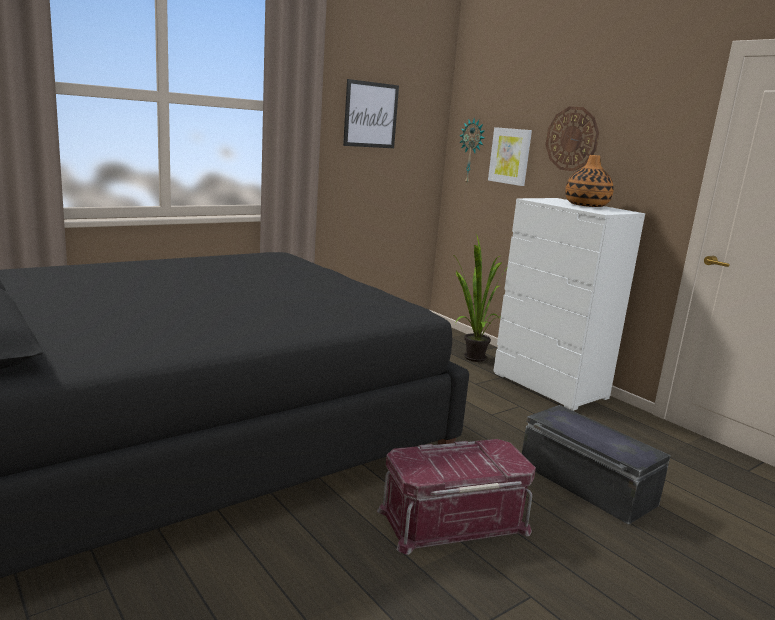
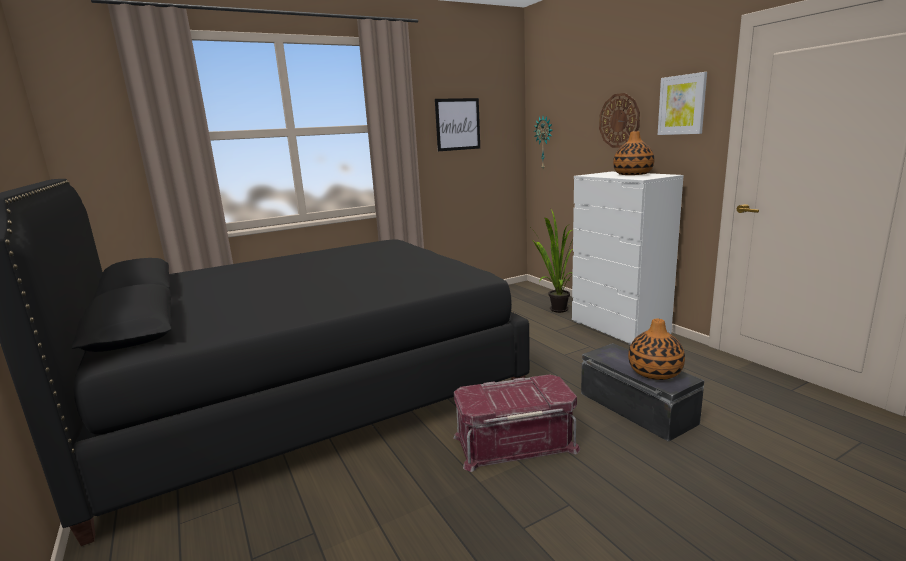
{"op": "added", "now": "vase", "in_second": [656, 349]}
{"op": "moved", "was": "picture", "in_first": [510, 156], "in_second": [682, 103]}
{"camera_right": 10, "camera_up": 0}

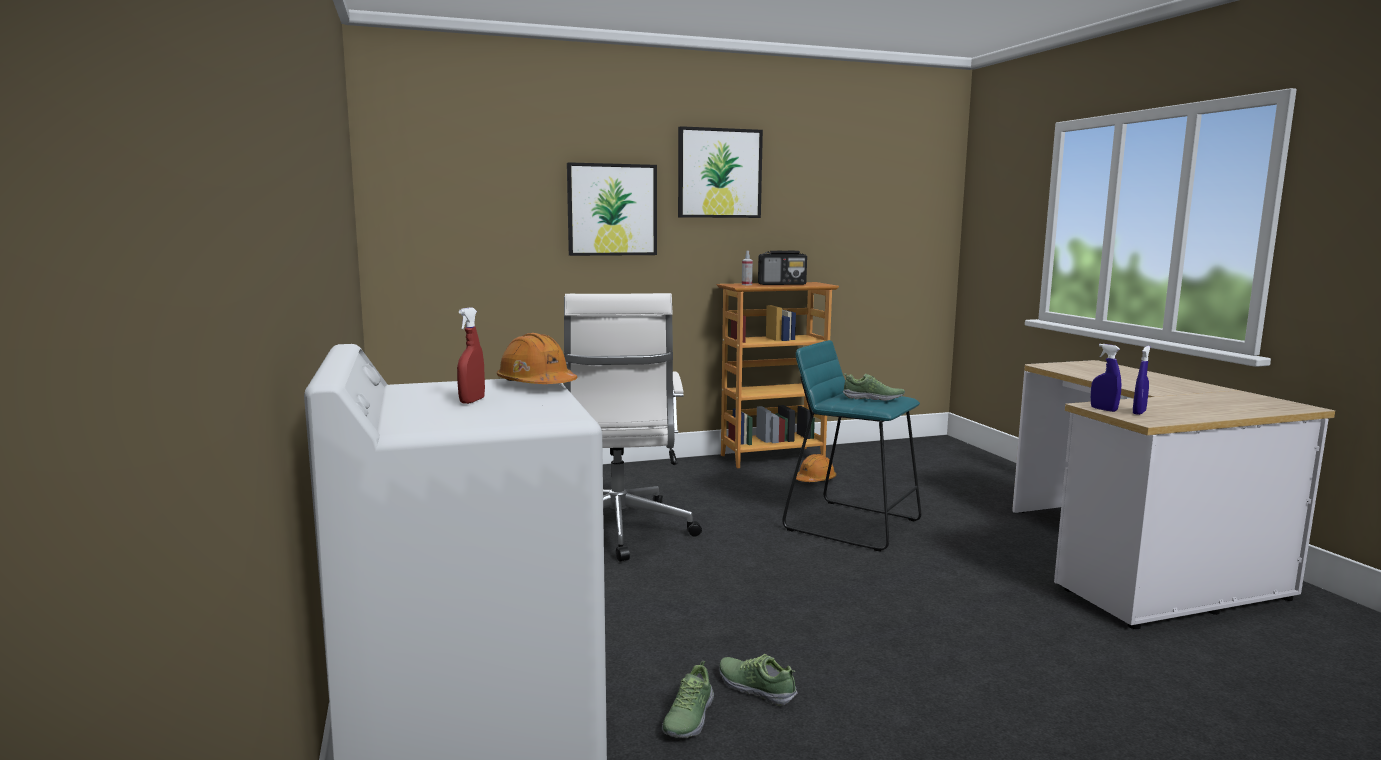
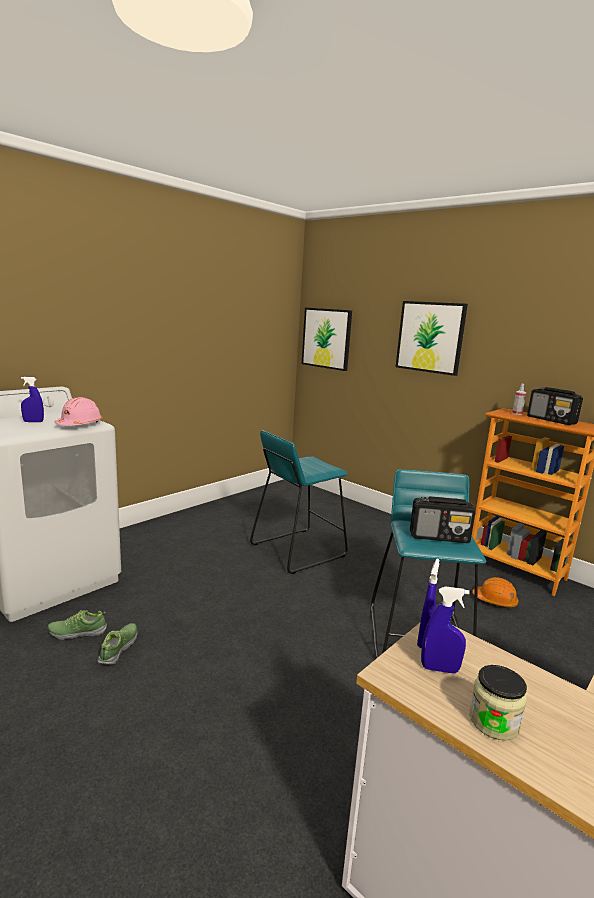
{"op": "added", "now": "jar", "in_second": [498, 703]}
{"op": "moved", "was": "picture", "in_first": [720, 172], "in_second": [327, 339]}
{"op": "replaced", "was": "white_office_chair", "now": "turquoise_stool", "in_first": [632, 427], "in_second": [299, 502]}
{"op": "replaced", "was": "shoe", "now": "radio", "in_first": [874, 387], "in_second": [442, 519]}
{"op": "recoloured", "was": "red_spray_bottle", "now": "blue_spray_bottle", "in_first": [471, 355], "in_second": [32, 399]}
{"op": "recoloured", "was": "orange_hard_hat", "now": "pink_hard_hat", "in_first": [537, 358], "in_second": [79, 411]}
{"camera_right": 60, "camera_up": 5}

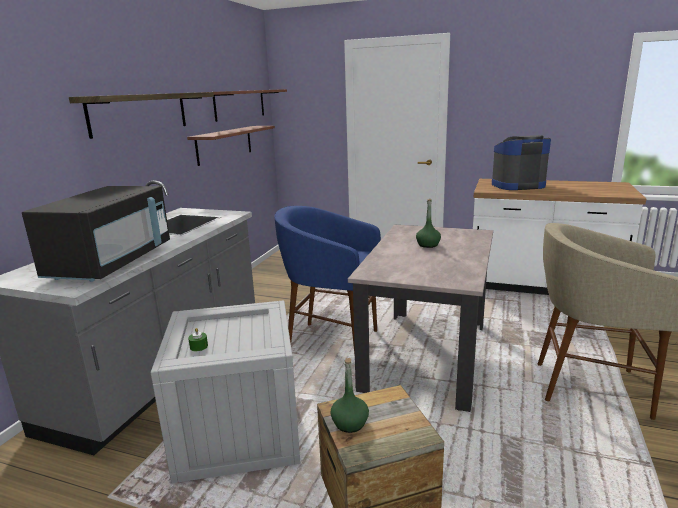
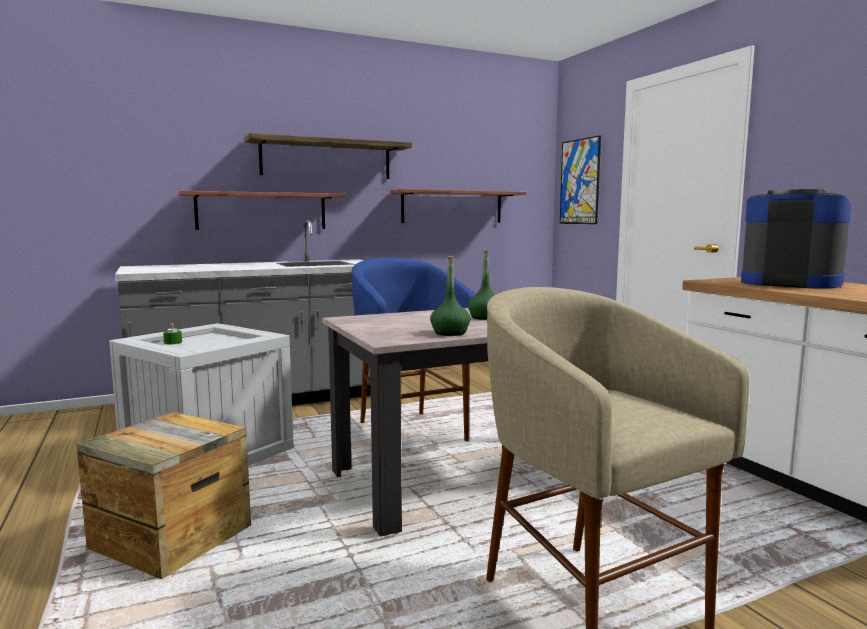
{"op": "removed", "was": "black_microwave", "in_first": [96, 234]}
{"op": "added", "now": "picture", "in_second": [580, 179]}
{"op": "moved", "was": "shelf", "in_first": [250, 105], "in_second": [262, 210]}
{"op": "moved", "was": "green_bottle", "in_first": [349, 395], "in_second": [450, 296]}
{"camera_right": 45, "camera_up": -10}

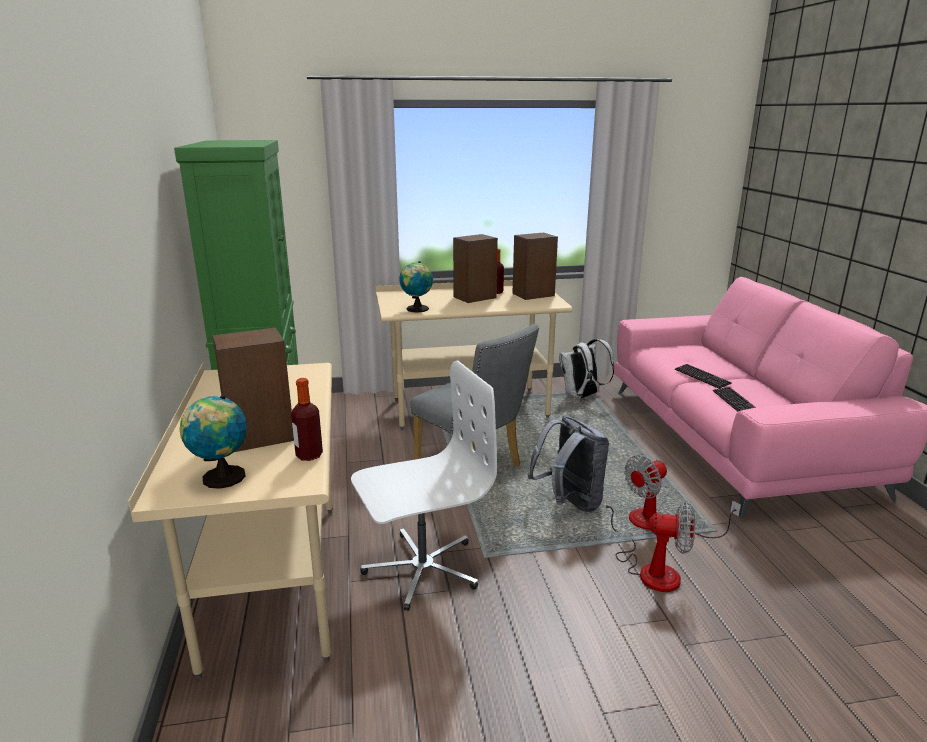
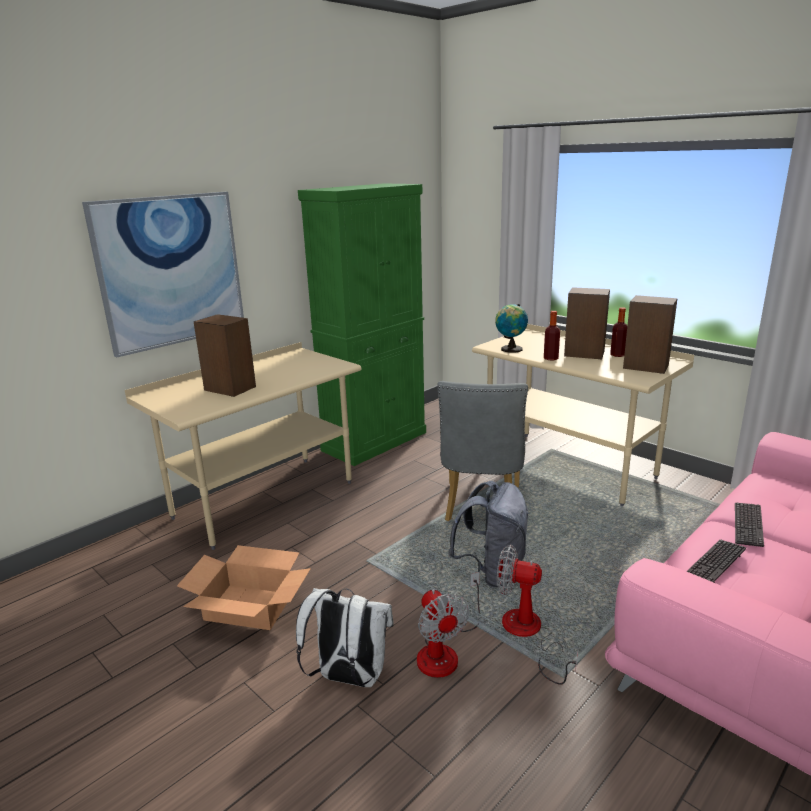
{"op": "removed", "was": "globe", "in_first": [213, 442]}
{"op": "removed", "was": "white_office_chair", "in_first": [424, 485]}
{"op": "added", "now": "picture", "in_second": [163, 274]}
{"op": "added", "now": "cardboard_box", "in_second": [244, 587]}
{"op": "moved", "was": "bottle", "in_first": [307, 419], "in_second": [552, 335]}
{"op": "moved", "was": "white_backpack", "in_first": [586, 369], "in_second": [345, 637]}
{"camera_right": 55, "camera_up": 0}

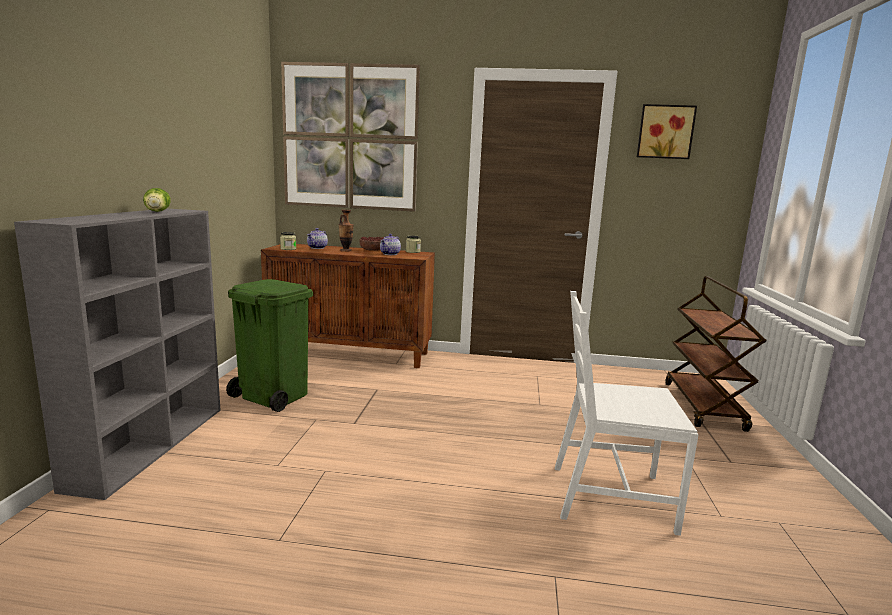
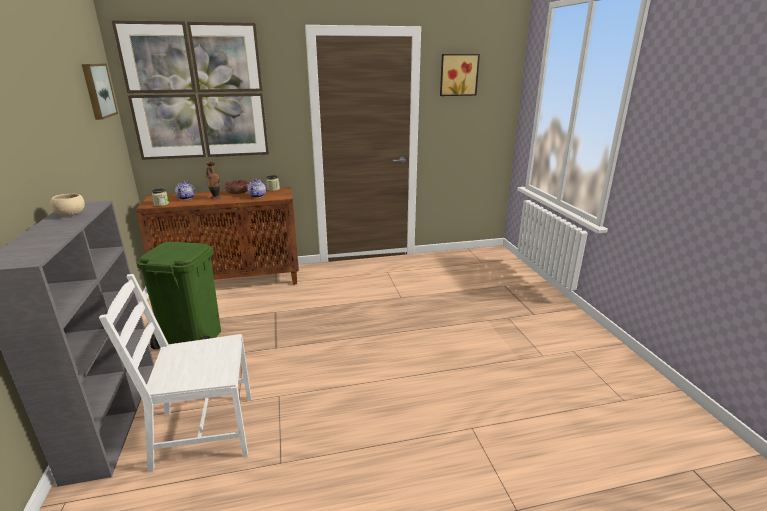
{"op": "removed", "was": "brown_cart", "in_first": [715, 354]}
{"op": "added", "now": "picture", "in_second": [100, 92]}
{"op": "moved", "was": "white_chair", "in_first": [627, 413], "in_second": [175, 373]}
{"op": "replaced", "was": "lettuce", "now": "beige_bowl", "in_first": [157, 200], "in_second": [67, 205]}
{"camera_right": -20, "camera_up": 10}

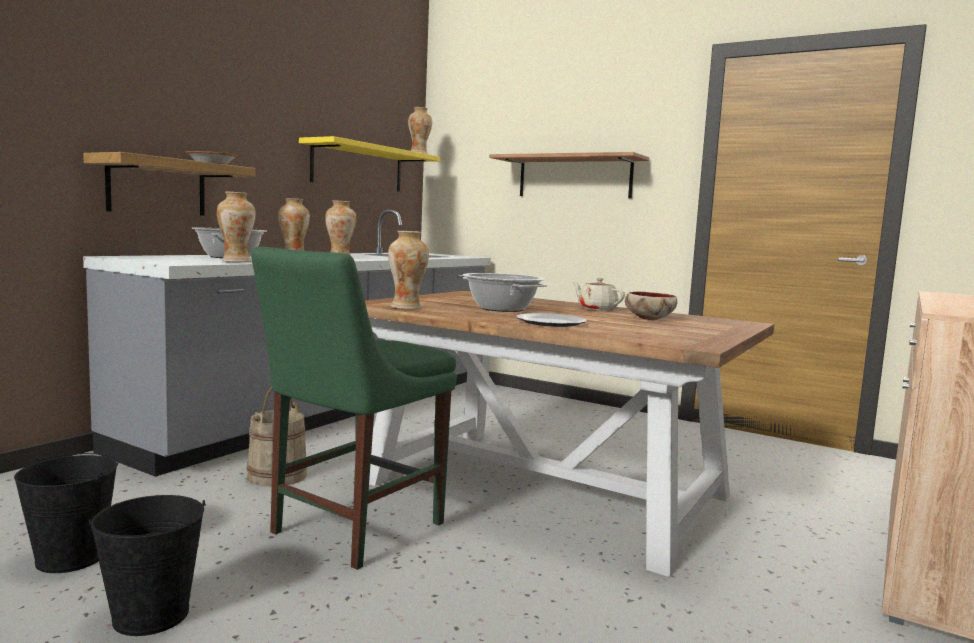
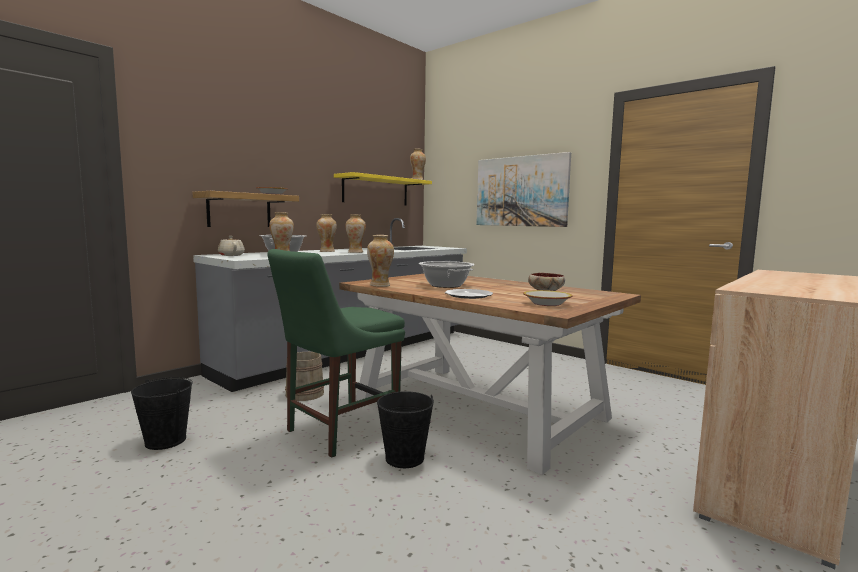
{"op": "added", "now": "bowl", "in_second": [548, 298]}
{"op": "moved", "was": "black_bucket", "in_first": [147, 565], "in_second": [405, 429]}
{"op": "moved", "was": "beige_teapot", "in_first": [599, 294], "in_second": [231, 246]}
{"op": "replaced", "was": "shelf", "now": "picture", "in_first": [569, 175], "in_second": [523, 189]}
{"camera_right": 10, "camera_up": 0}

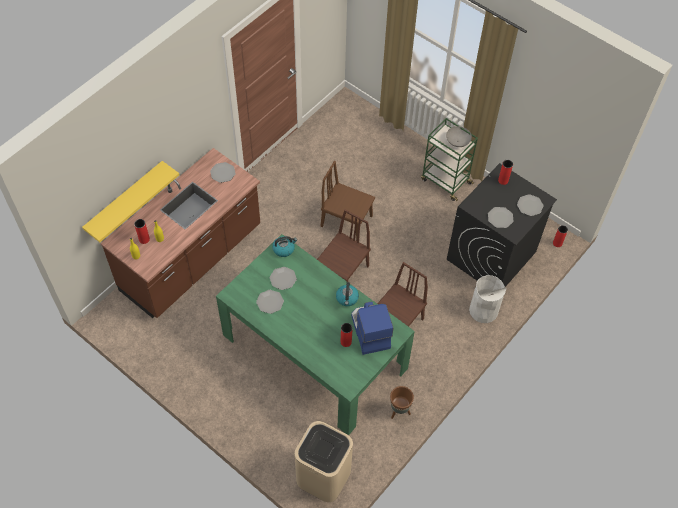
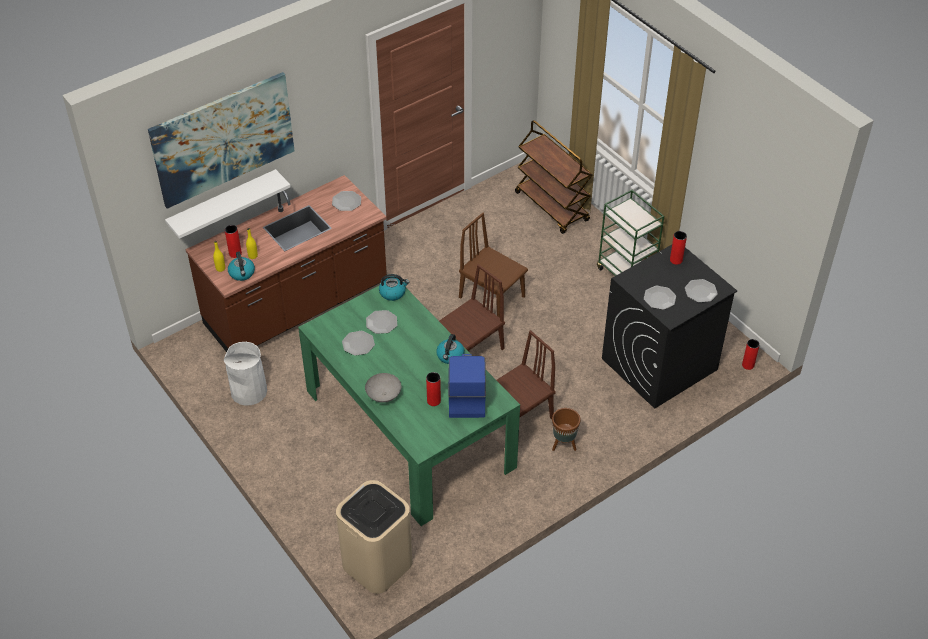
{"op": "added", "now": "picture", "in_second": [221, 140]}
{"op": "added", "now": "kettle", "in_second": [241, 266]}
{"op": "added", "now": "brown_cart", "in_second": [554, 177]}
{"op": "moved", "was": "brown_planter", "in_first": [402, 402], "in_second": [566, 429]}
{"op": "moved", "was": "grey_bowl", "in_first": [459, 136], "in_second": [383, 388]}
{"op": "moved", "was": "white_trash_can", "in_first": [487, 299], "in_second": [245, 374]}
{"op": "recoloured", "was": "yellow_shelf", "now": "white_shelf", "in_first": [130, 201], "in_second": [228, 204]}
{"camera_right": 15, "camera_up": -10}

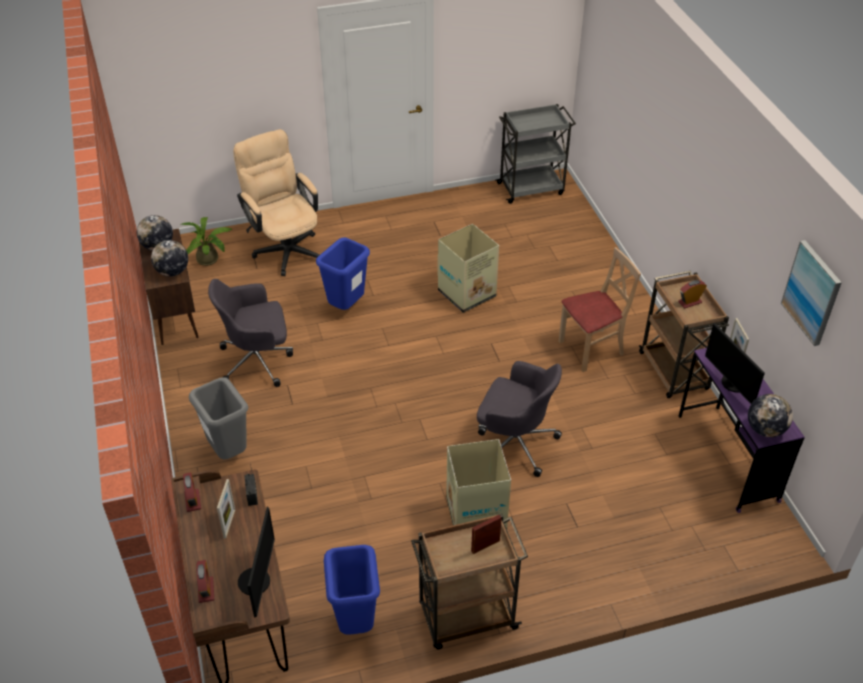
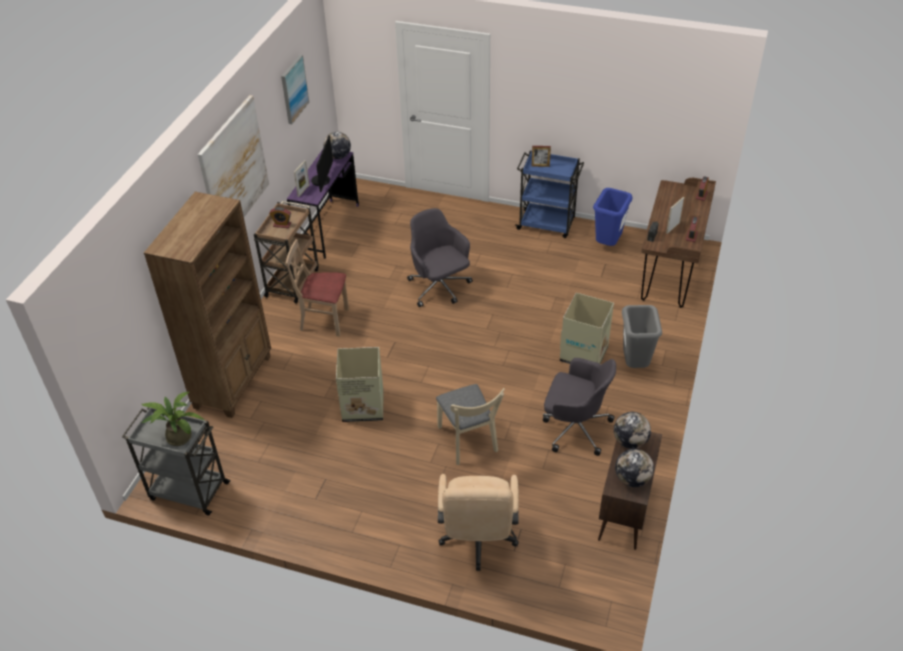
{"op": "removed", "was": "monitor", "in_first": [256, 562]}
{"op": "added", "now": "brown_bookcase", "in_second": [207, 305]}
{"op": "added", "now": "picture", "in_second": [233, 156]}
{"op": "moved", "was": "potted_plant", "in_first": [207, 241], "in_second": [173, 419]}
{"op": "moved", "was": "cardboard_box", "in_first": [478, 484], "in_second": [587, 328]}
{"op": "replaced", "was": "blue_trash_can", "now": "beige_chair", "in_first": [343, 273], "in_second": [470, 424]}
{"op": "recoloured", "was": "brown_cart", "now": "blue_cart", "in_first": [469, 582], "in_second": [549, 194]}
{"camera_right": -145, "camera_up": 0}

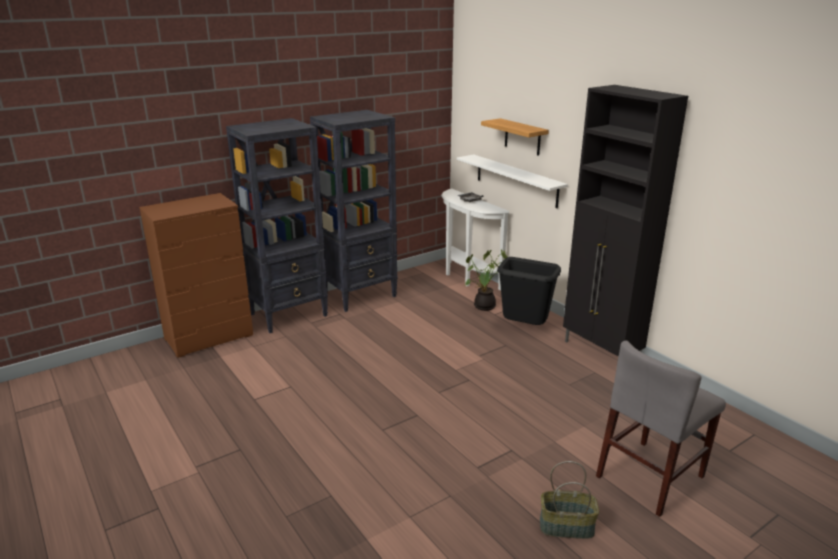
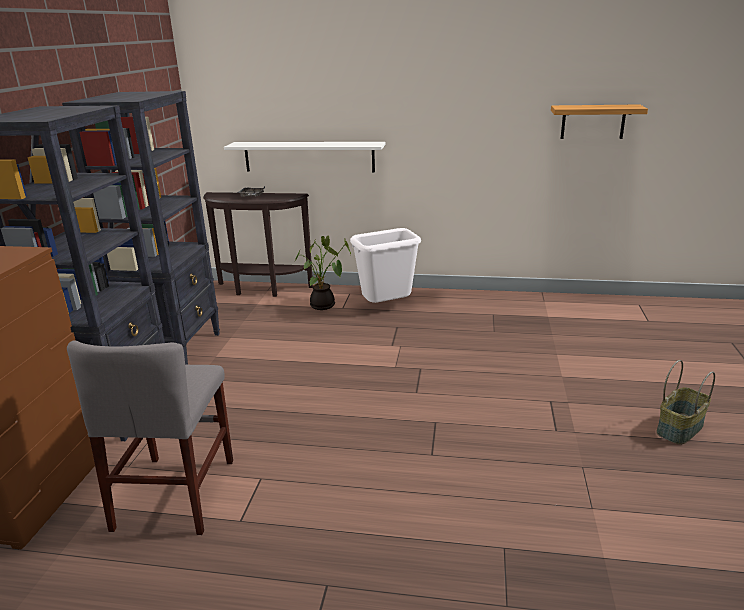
{"op": "removed", "was": "black_cabinet", "in_first": [625, 220]}
{"op": "moved", "was": "shelf", "in_first": [515, 137], "in_second": [599, 121]}
{"op": "moved", "was": "grey_chair", "in_first": [661, 428], "in_second": [150, 437]}
{"op": "recoloured", "was": "white_console_table", "now": "brown_console_table", "in_first": [475, 239], "in_second": [258, 244]}
{"op": "recoloured", "was": "black_trash_can", "now": "white_trash_can", "in_first": [529, 291], "in_second": [385, 265]}
{"camera_right": -45, "camera_up": 0}

